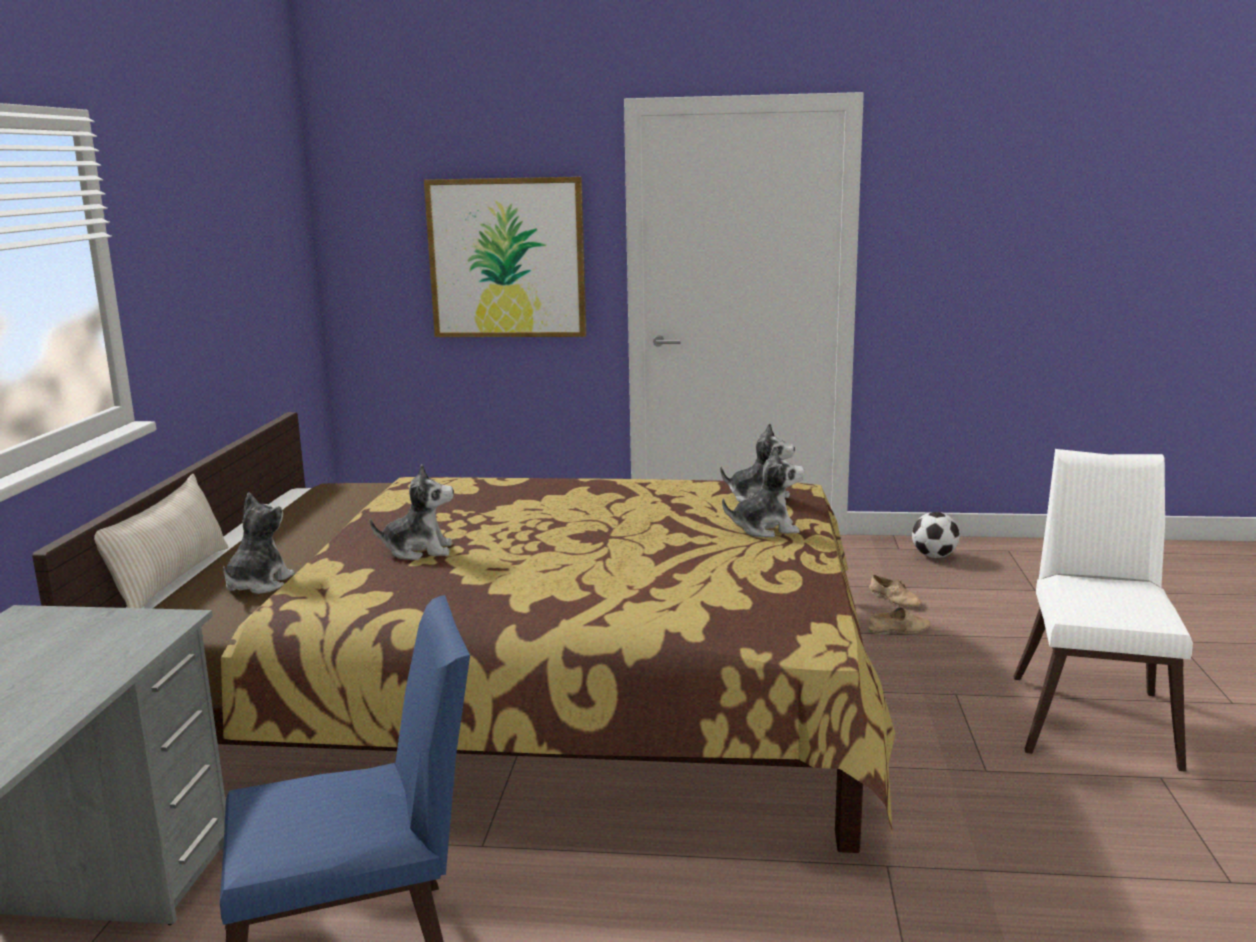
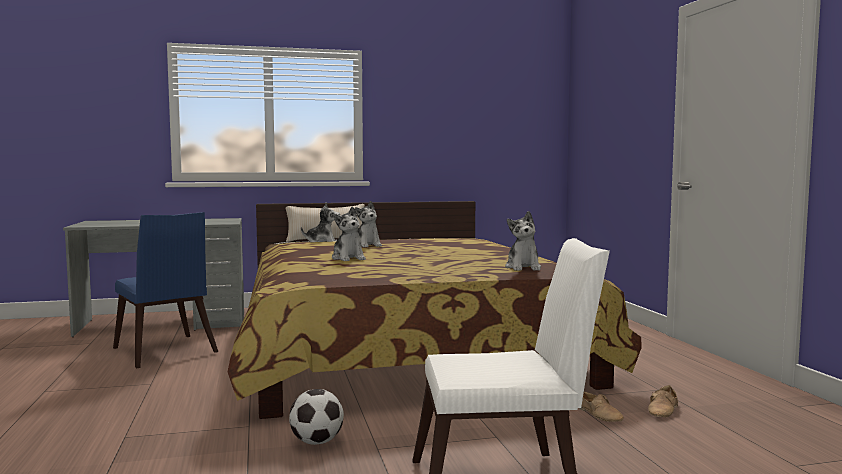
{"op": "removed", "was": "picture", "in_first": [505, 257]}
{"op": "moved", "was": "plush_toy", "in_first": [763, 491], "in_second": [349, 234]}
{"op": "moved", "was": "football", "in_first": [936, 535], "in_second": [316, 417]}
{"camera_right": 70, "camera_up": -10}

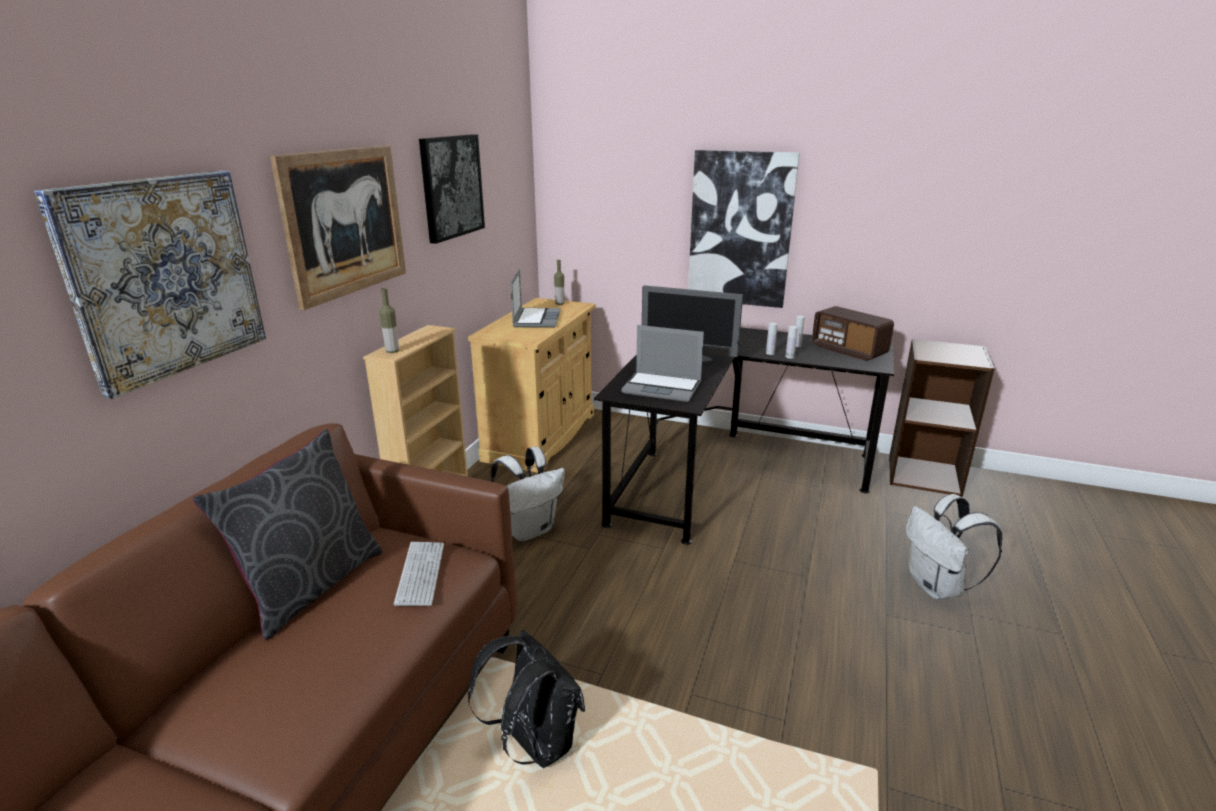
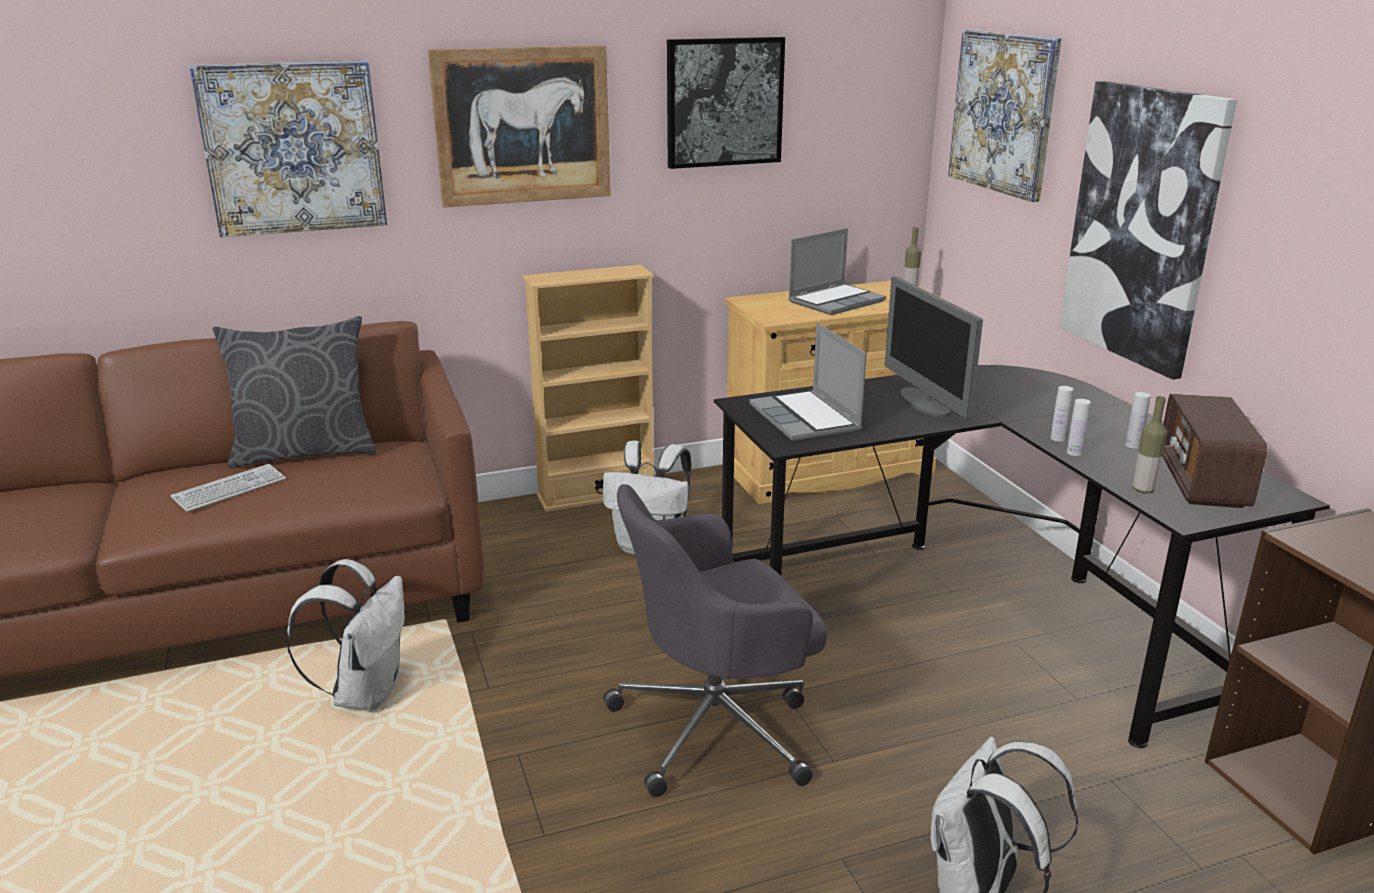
{"op": "added", "now": "grey_office_chair", "in_second": [715, 640]}
{"op": "added", "now": "picture", "in_second": [1004, 116]}
{"op": "moved", "was": "bottle", "in_first": [389, 320], "in_second": [1150, 445]}
{"op": "moved", "was": "keyboard", "in_first": [419, 574], "in_second": [228, 488]}
{"op": "recoloured", "was": "black_backpack", "now": "white_backpack", "in_first": [526, 699], "in_second": [346, 635]}
{"camera_right": 50, "camera_up": 0}

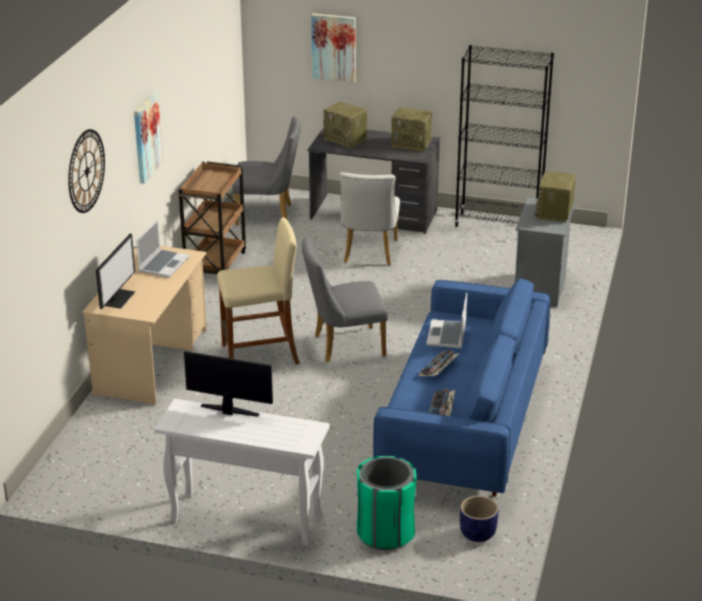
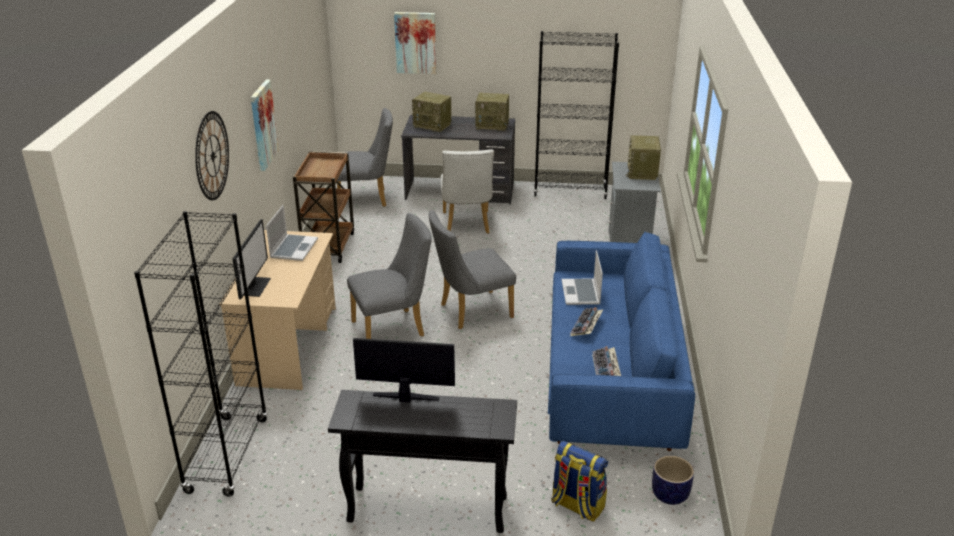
{"op": "added", "now": "black_bookcase", "in_second": [201, 354]}
{"op": "replaced", "was": "beige_stool", "now": "grey_chair", "in_first": [258, 291], "in_second": [389, 276]}
{"op": "replaced", "was": "green_trash_can", "now": "backpack", "in_first": [387, 503], "in_second": [579, 481]}
{"op": "recoloured", "was": "white_console_table", "now": "black_console_table", "in_first": [241, 472], "in_second": [422, 461]}
{"camera_right": -10, "camera_up": 0}

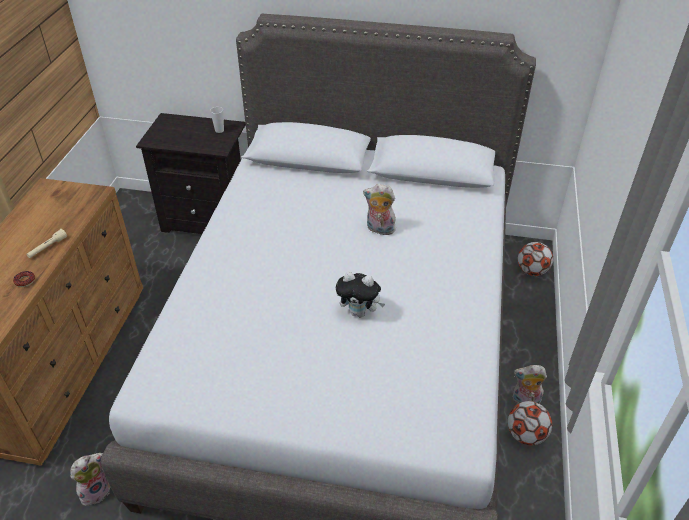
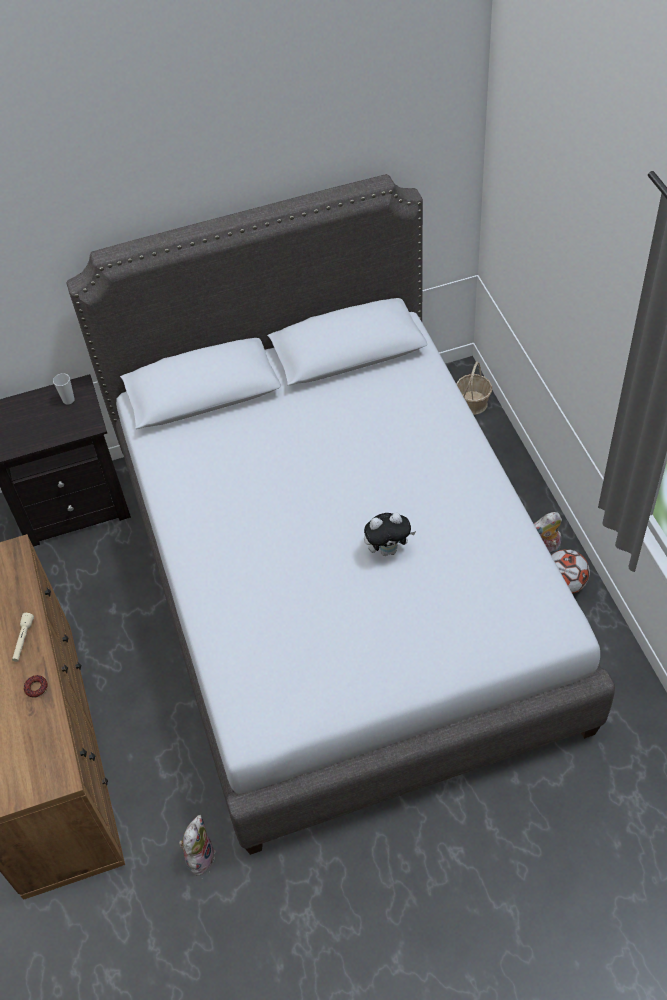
{"op": "removed", "was": "plush_toy", "in_first": [379, 209]}
{"op": "replaced", "was": "football", "now": "basket", "in_first": [535, 259], "in_second": [474, 388]}
{"camera_right": -25, "camera_up": 10}

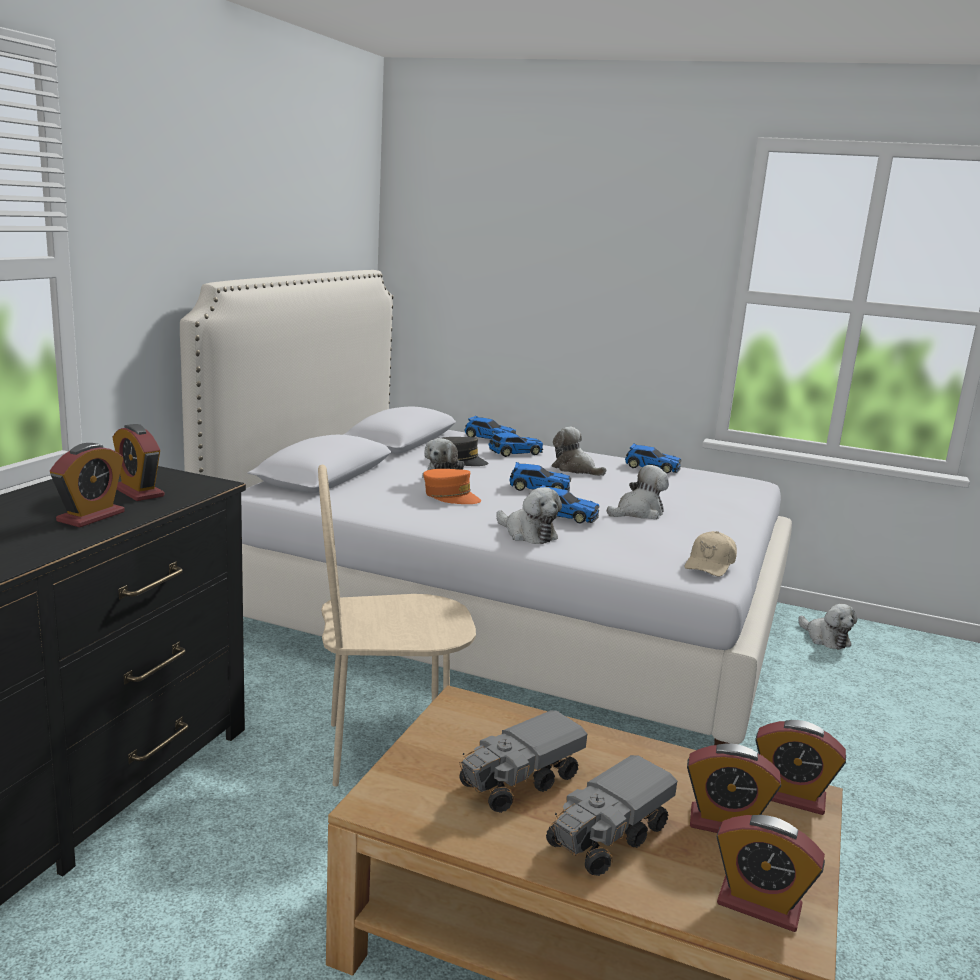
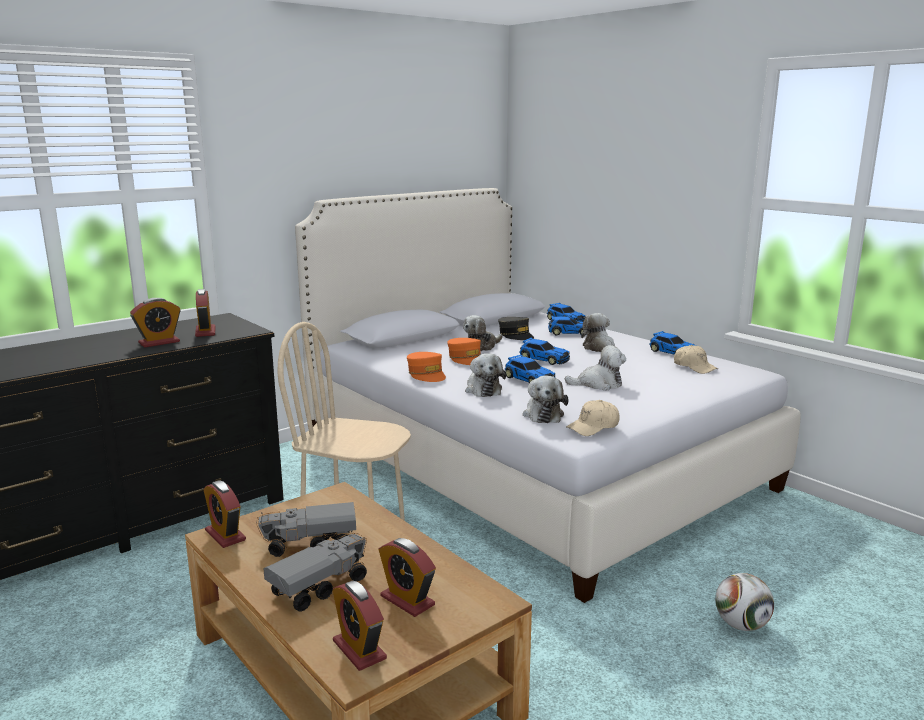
{"op": "added", "now": "orange_cap", "in_second": [426, 367]}
{"op": "added", "now": "beige_cap", "in_second": [696, 359]}
{"op": "added", "now": "football", "in_second": [744, 602]}
{"op": "moved", "was": "alarm_clock", "in_first": [800, 767], "in_second": [224, 514]}
{"op": "moved", "was": "plush_toy", "in_first": [827, 627], "in_second": [545, 399]}
{"op": "turned", "was": "toy_truck", "in_first": [611, 815], "in_second": [315, 571], "clockwise": 150}
{"camera_right": 30, "camera_up": 0}

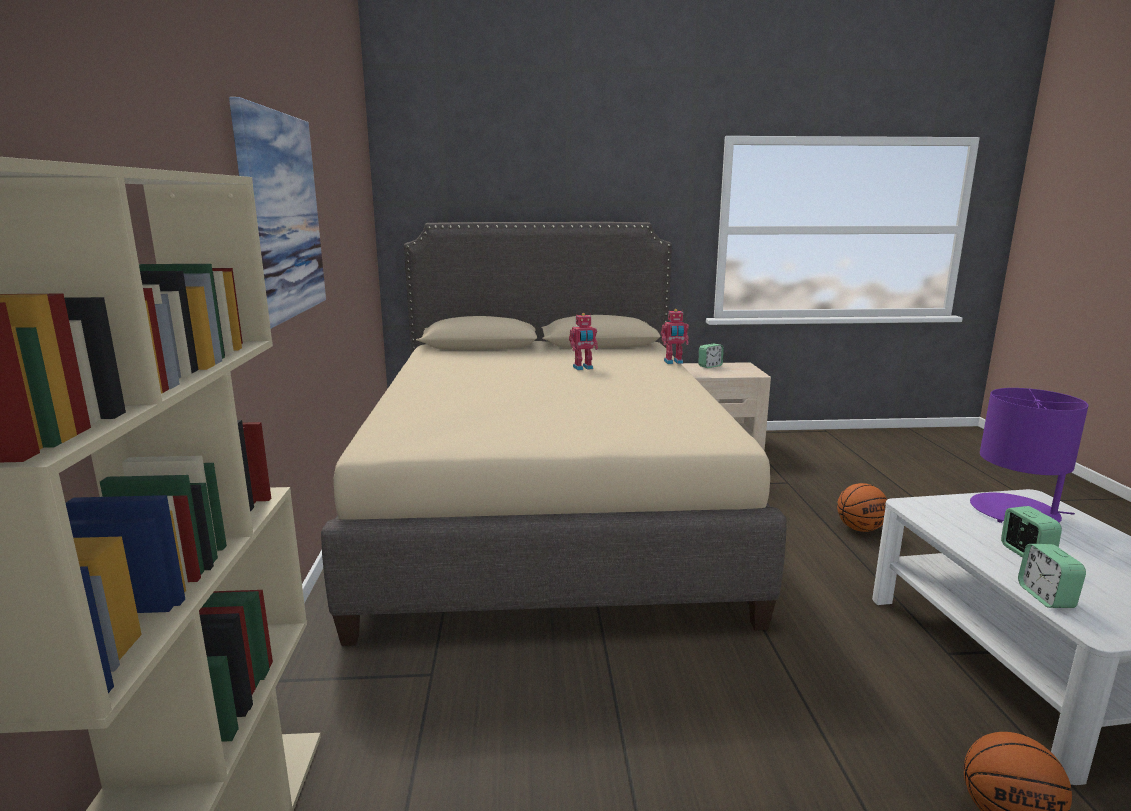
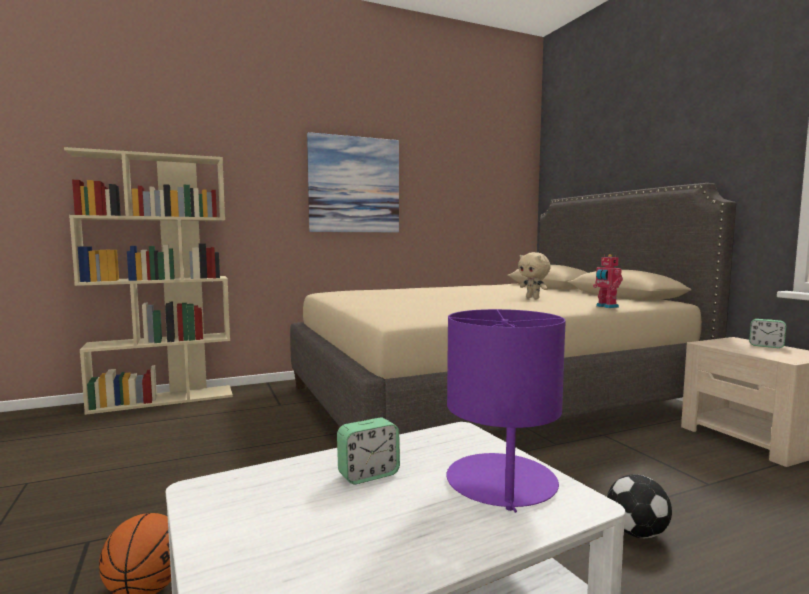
{"op": "removed", "was": "alarm_clock", "in_first": [1052, 576]}
{"op": "replaced", "was": "toy_robot", "now": "beige_plush_toy", "in_first": [583, 341], "in_second": [534, 275]}
{"op": "replaced", "was": "basketball", "now": "football", "in_first": [862, 507], "in_second": [639, 506]}
{"camera_right": 70, "camera_up": -10}

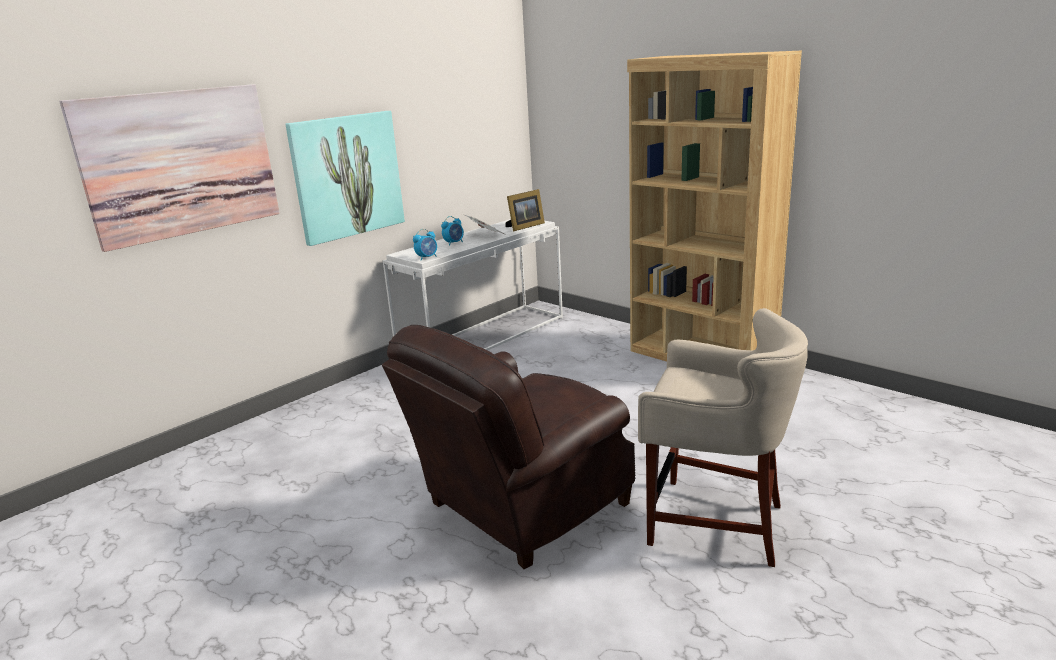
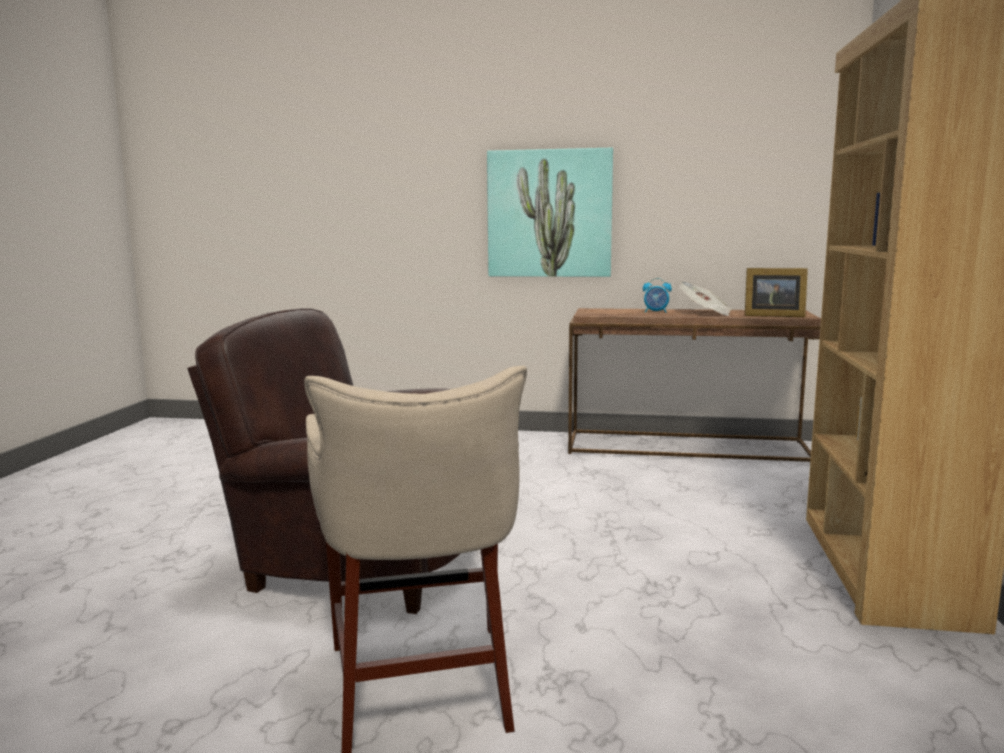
{"op": "removed", "was": "picture", "in_first": [169, 168]}
{"op": "removed", "was": "alarm_clock", "in_first": [425, 244]}
{"op": "recoloured", "was": "white_console_table", "now": "brown_console_table", "in_first": [473, 284], "in_second": [694, 385]}
{"camera_right": 55, "camera_up": -10}

